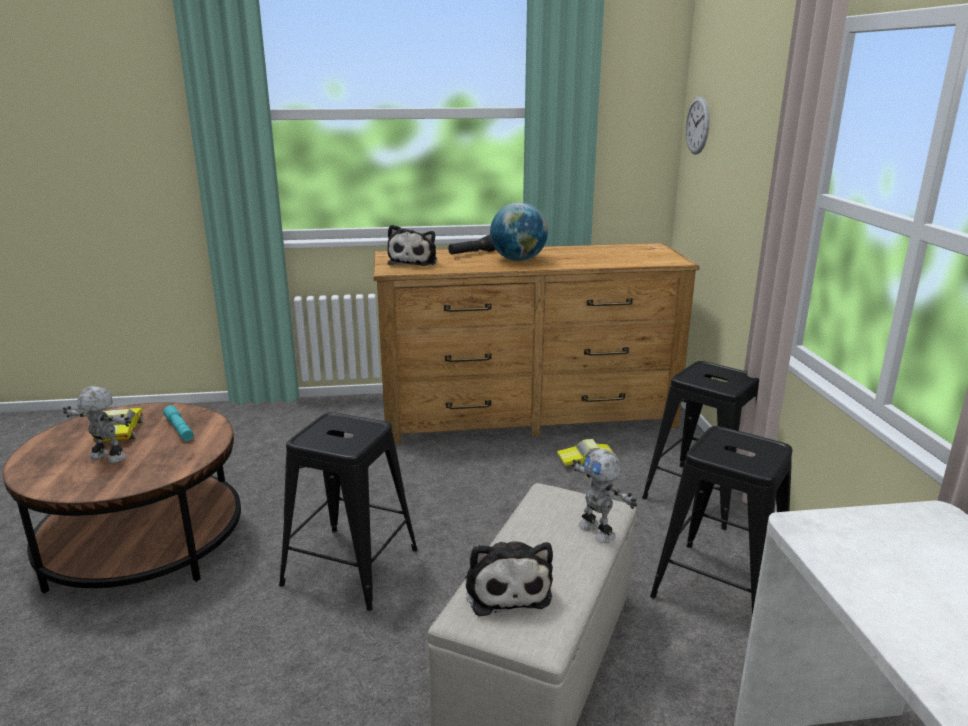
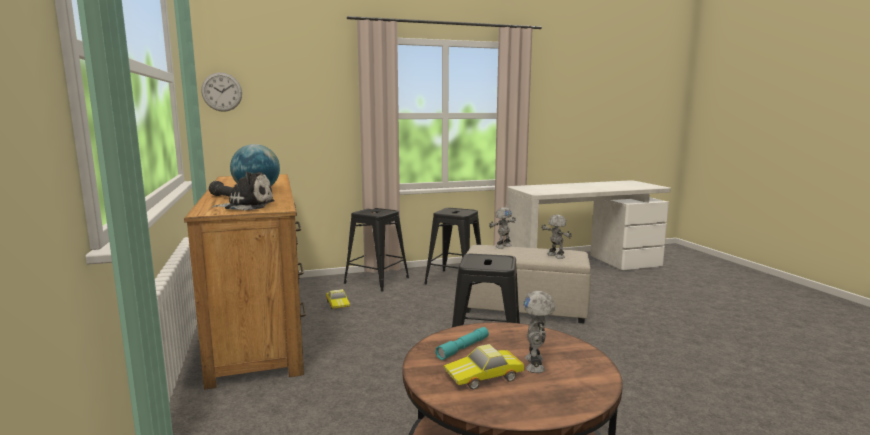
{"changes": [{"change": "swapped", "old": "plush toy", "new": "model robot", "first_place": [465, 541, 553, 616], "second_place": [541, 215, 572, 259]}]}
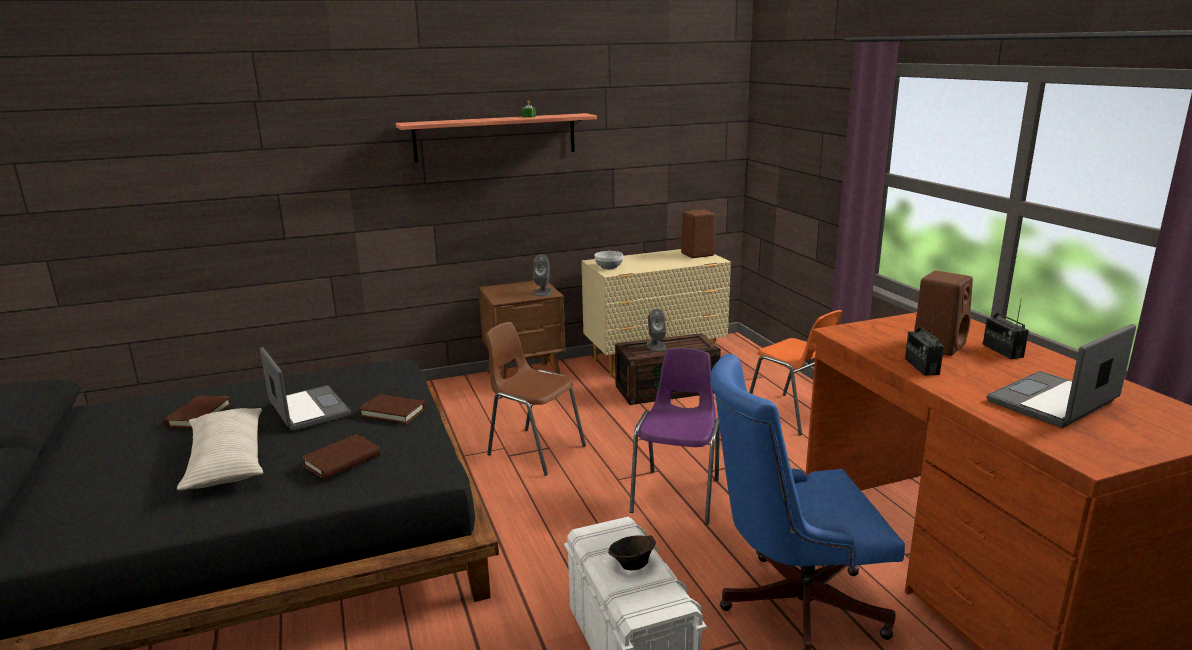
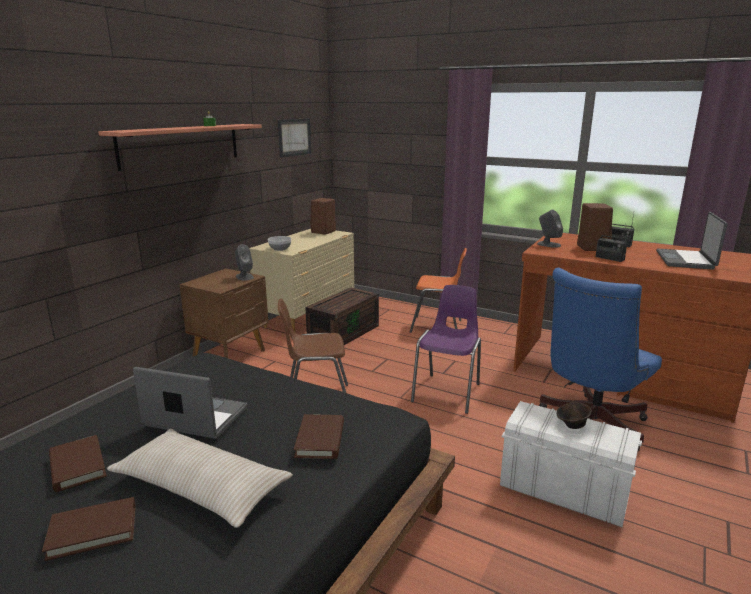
{"changes": [{"change": "shifted", "old": "grey loudspeaker", "first_place": [646, 309, 666, 351], "second_place": [537, 210, 563, 248]}, {"change": "rotated", "old": "purple-coloured chair", "first_place": [630, 348, 720, 525], "second_place": [411, 285, 481, 414], "degrees": 45}, {"change": "shifted", "old": "brown bound book", "first_place": [358, 394, 427, 424], "second_place": [42, 497, 136, 561]}, {"change": "new", "new": "wall art", "second_place": [278, 118, 311, 158]}]}
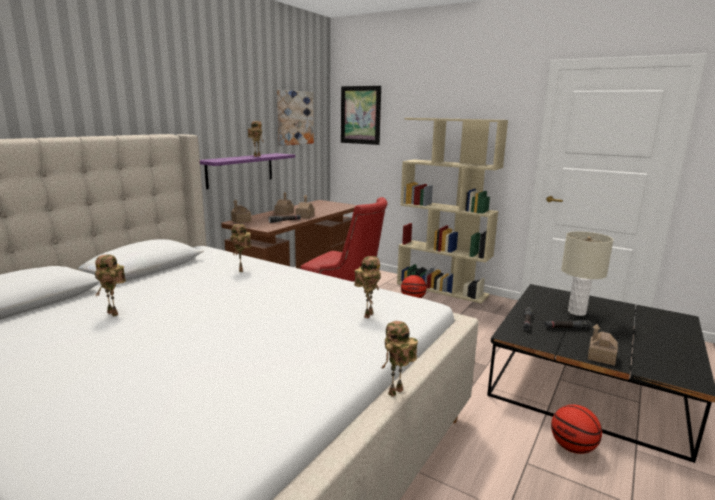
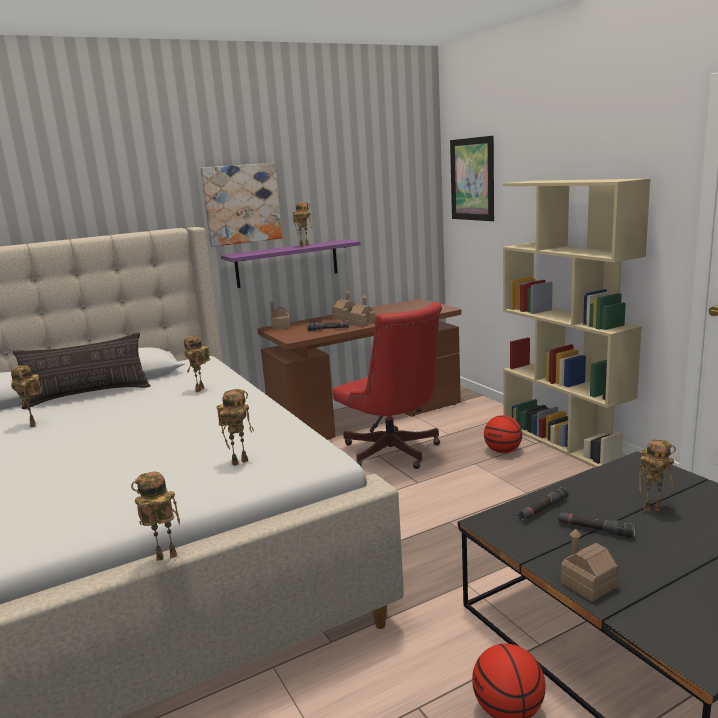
{"changes": [{"change": "shifted", "old": "wall art", "first_place": [277, 90, 314, 146], "second_place": [201, 163, 283, 247]}, {"change": "swapped", "old": "beige-coloured tabletop lamp", "new": "model robot", "first_place": [561, 231, 614, 316], "second_place": [639, 439, 676, 511]}, {"change": "new", "new": "cushion", "second_place": [13, 332, 151, 409]}]}
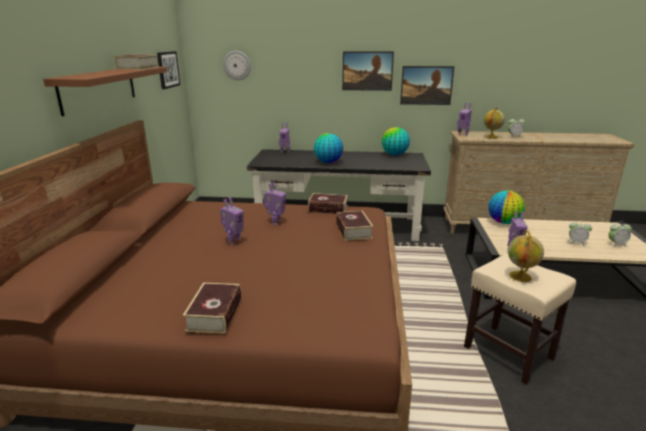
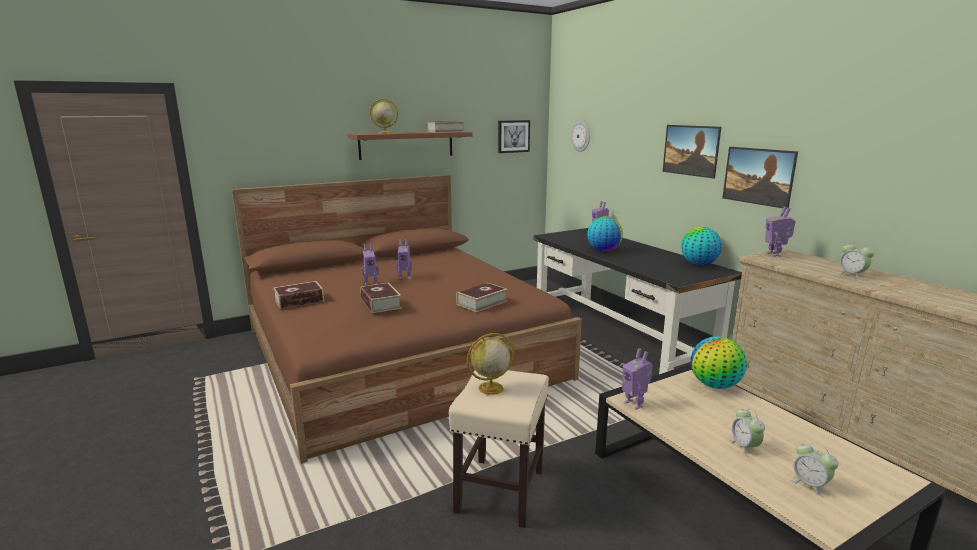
{"changes": [{"change": "shifted", "old": "world globe", "first_place": [484, 107, 505, 139], "second_place": [370, 99, 398, 134]}, {"change": "shifted", "old": "model robot", "first_place": [263, 182, 286, 225], "second_place": [362, 243, 379, 286]}, {"change": "shifted", "old": "bound book", "first_place": [308, 193, 348, 214], "second_place": [360, 283, 402, 313]}]}
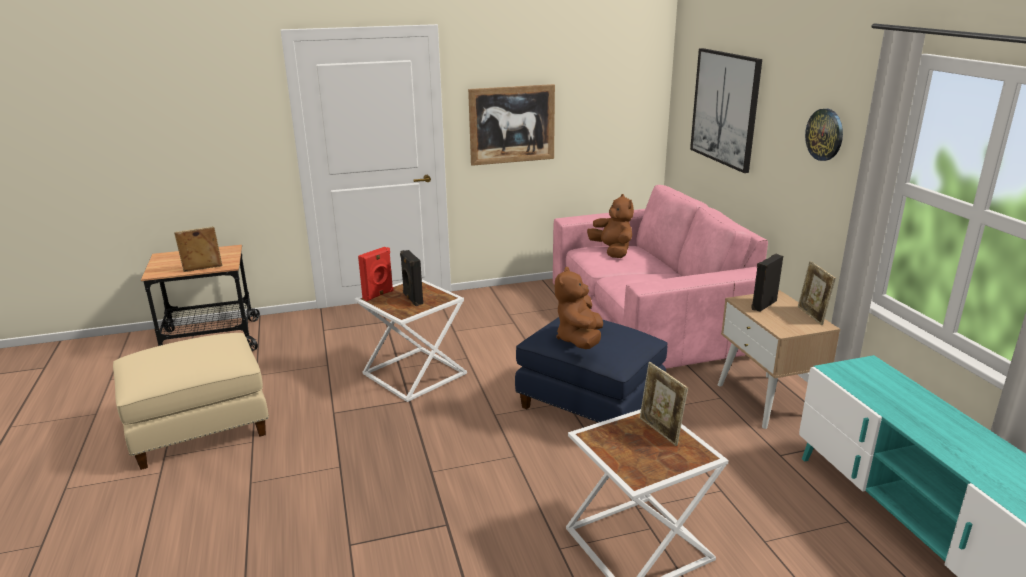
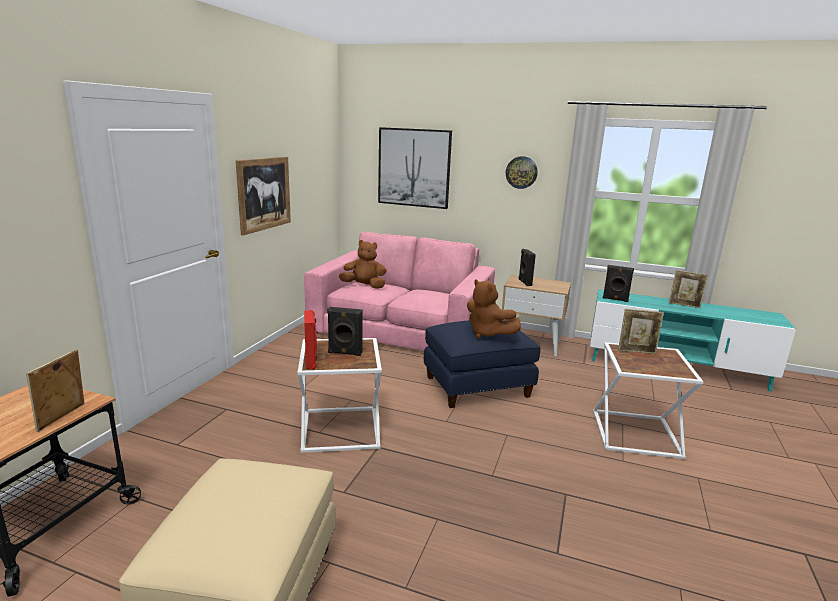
{"changes": [{"change": "shifted", "old": "picture frame", "first_place": [798, 261, 836, 325], "second_place": [669, 270, 708, 308]}, {"change": "new", "new": "black-coloured loudspeaker", "second_place": [603, 265, 634, 302]}]}
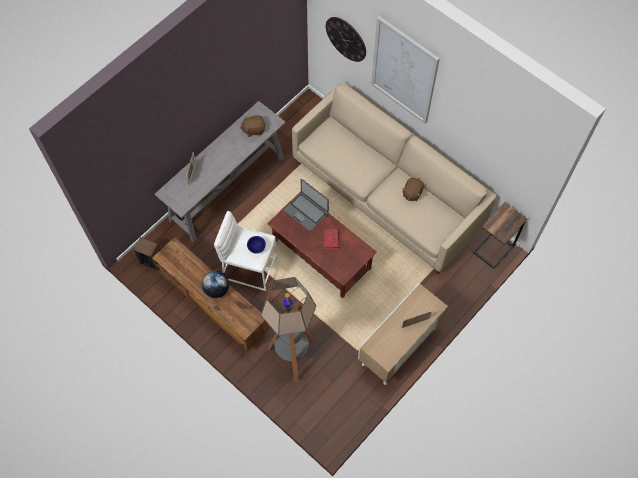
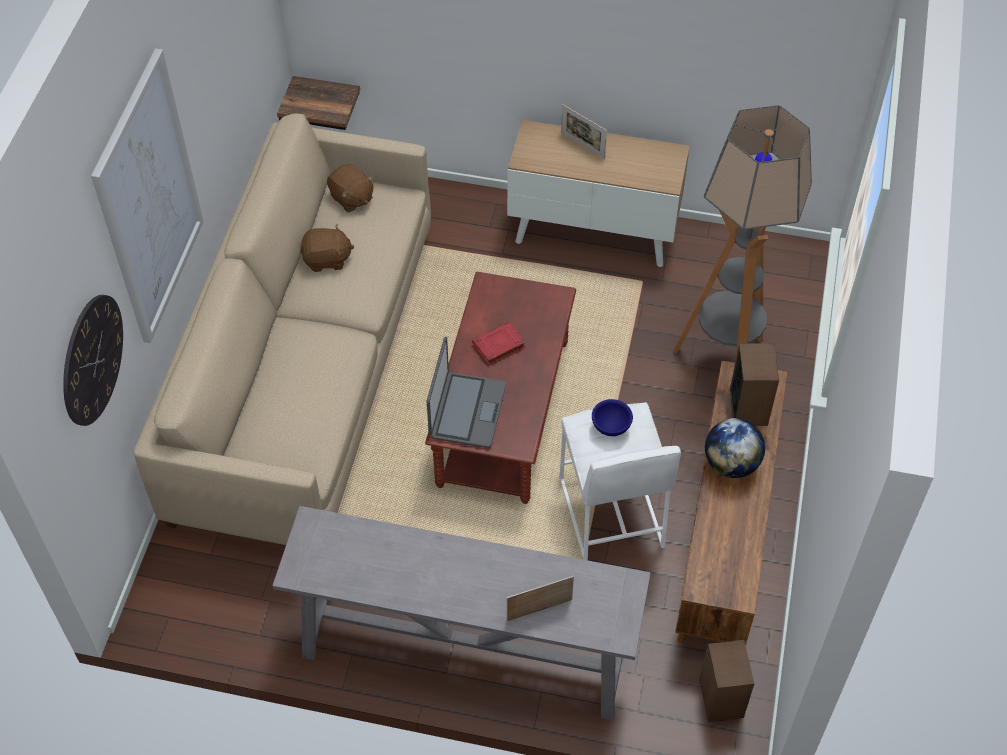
{"changes": [{"change": "shifted", "old": "brown plush toy", "first_place": [240, 115, 266, 137], "second_place": [327, 164, 374, 212]}, {"change": "new", "new": "loudspeaker", "second_place": [730, 343, 779, 426]}]}
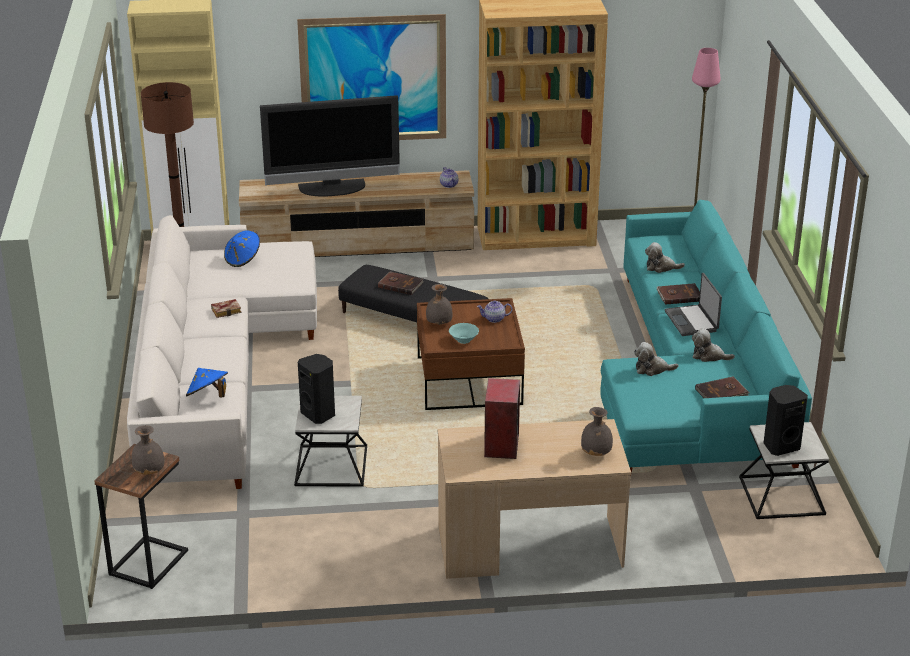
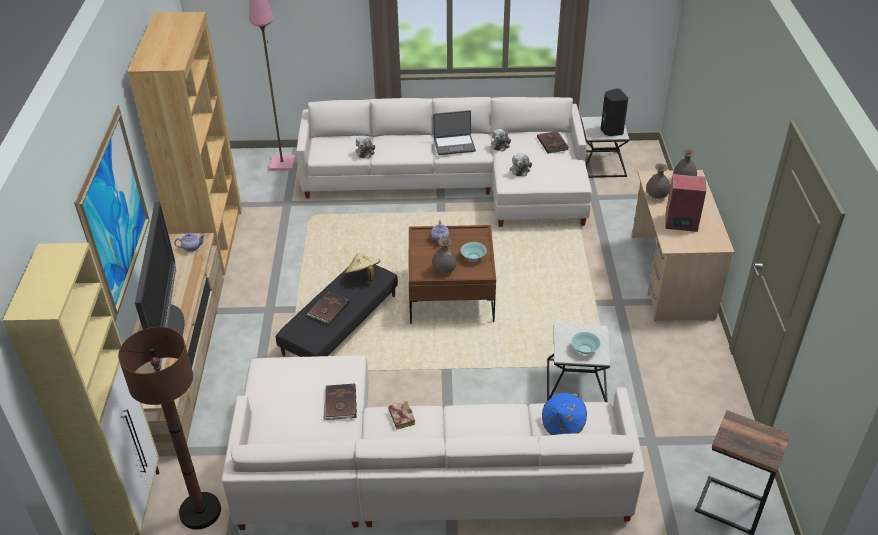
{"changes": [{"change": "repainted", "old": "turquoise settee", "new": "white-coloured settee", "first_place": [601, 200, 812, 473], "second_place": [297, 97, 593, 227]}, {"change": "gone", "old": "blue-coloured wearable hat", "first_place": [224, 230, 260, 267]}, {"change": "shifted", "old": "brown bound book", "first_place": [657, 283, 700, 305], "second_place": [324, 383, 357, 420]}, {"change": "swapped", "old": "black-coloured loudspeaker", "new": "turquoise deep dish", "first_place": [298, 354, 335, 424], "second_place": [572, 332, 601, 354]}, {"change": "shifted", "old": "grey vase", "first_place": [132, 425, 164, 475], "second_place": [646, 164, 670, 199]}, {"change": "new", "new": "beige-coloured wearable hat", "second_place": [345, 253, 380, 281]}]}
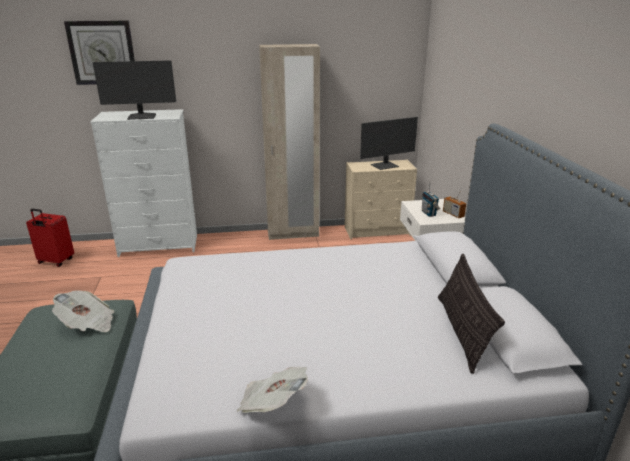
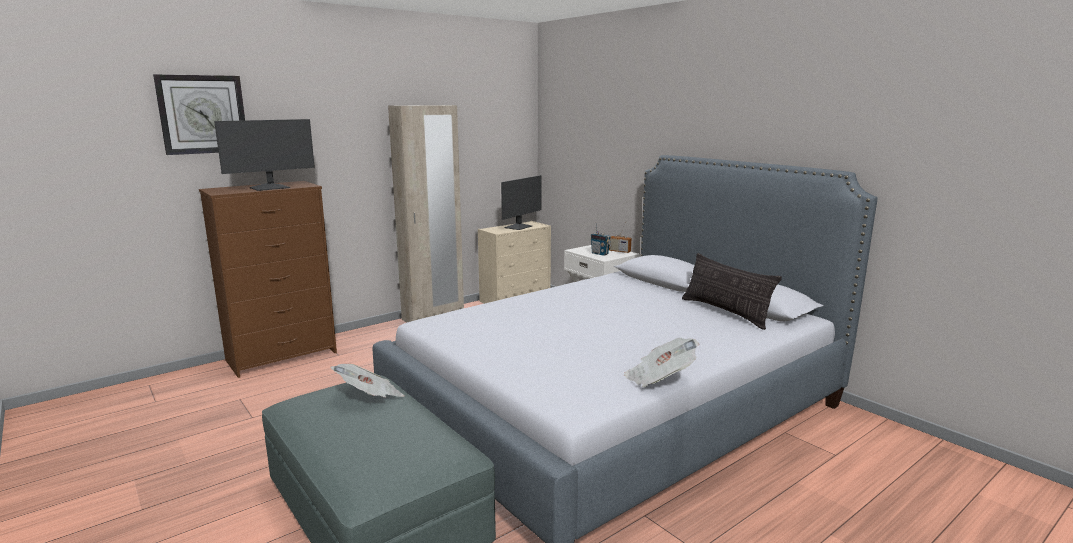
{"changes": [{"change": "repainted", "old": "white-coloured chest of drawers", "new": "brown chest of drawers", "first_place": [90, 109, 197, 257], "second_place": [199, 181, 337, 378]}, {"change": "gone", "old": "reddish piece of luggage", "first_place": [26, 209, 74, 267]}]}
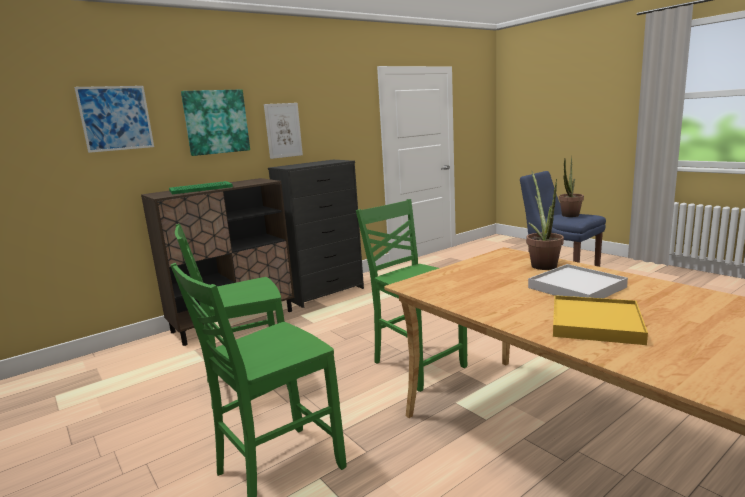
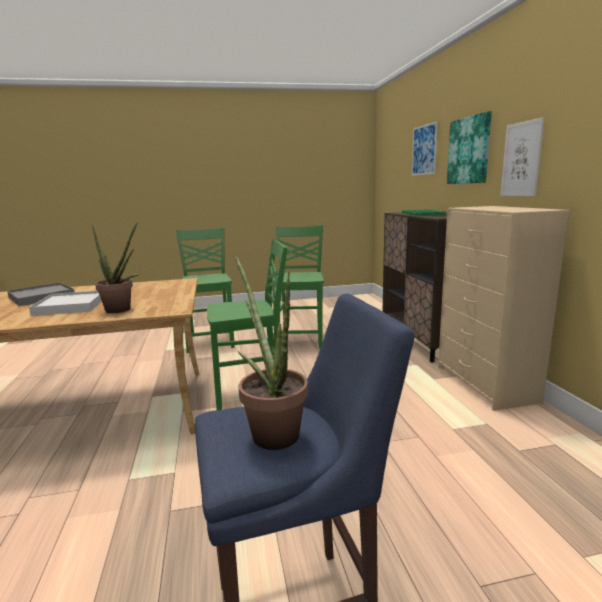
{"changes": [{"change": "repainted", "old": "black-coloured chest of drawers", "new": "beige-coloured chest of drawers", "first_place": [268, 160, 364, 308], "second_place": [438, 206, 570, 411]}, {"change": "repainted", "old": "yellowish tray", "new": "grey tray", "first_place": [553, 295, 648, 345], "second_place": [7, 282, 74, 306]}]}
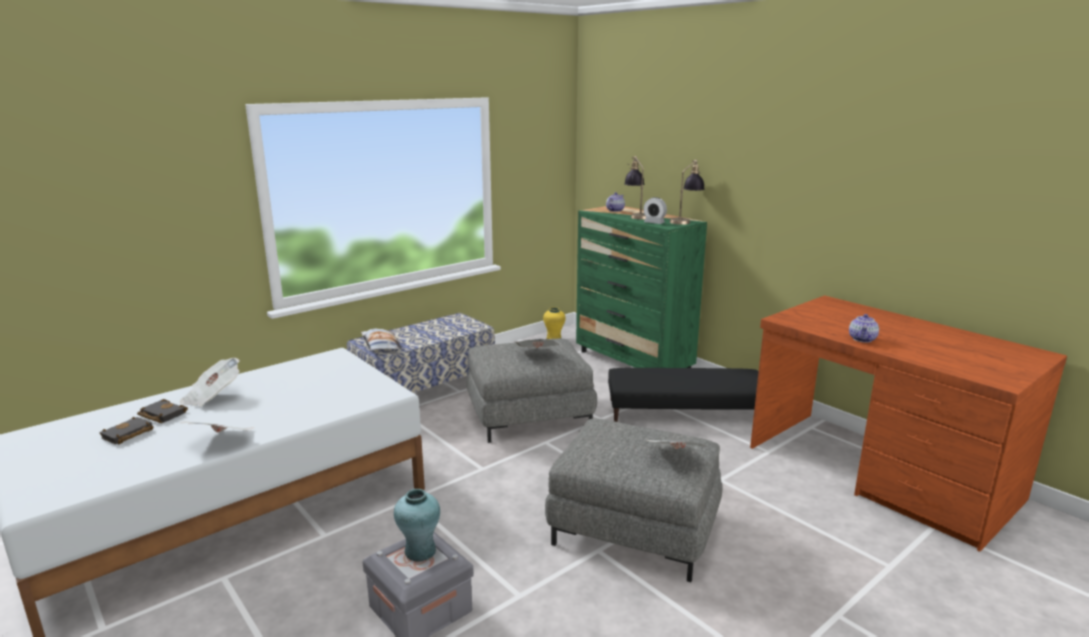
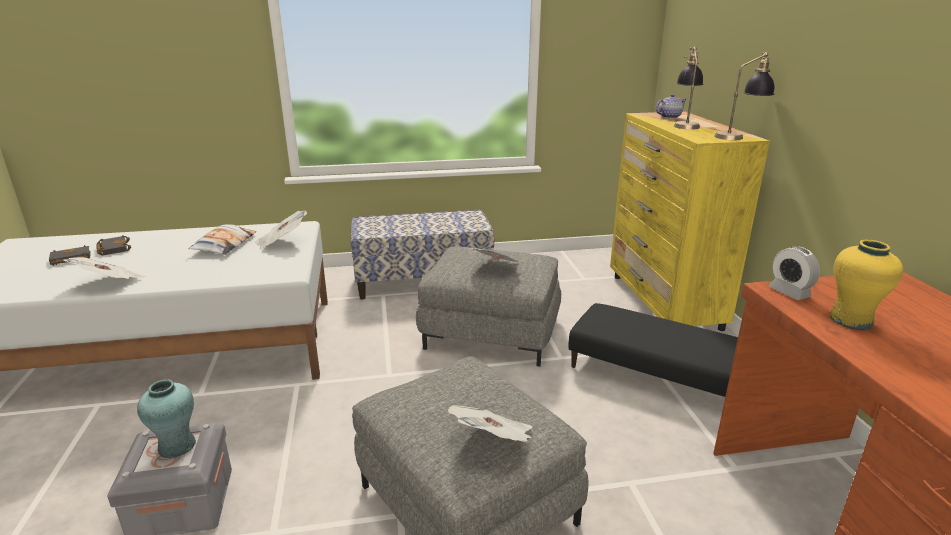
{"changes": [{"change": "shifted", "old": "table clock", "first_place": [643, 197, 667, 224], "second_place": [769, 246, 820, 300]}, {"change": "repainted", "old": "green-coloured chest of drawers", "new": "yellowish chest of drawers", "first_place": [576, 206, 707, 368], "second_place": [610, 111, 770, 331]}, {"change": "shifted", "old": "yellowish vase", "first_place": [543, 307, 566, 339], "second_place": [829, 240, 903, 330]}, {"change": "gone", "old": "tea pot", "first_place": [849, 314, 879, 343]}, {"change": "shifted", "old": "cushion", "first_place": [361, 329, 402, 350], "second_place": [189, 224, 256, 255]}, {"change": "shifted", "old": "printed paper", "first_place": [180, 358, 240, 407], "second_place": [255, 211, 307, 249]}]}
